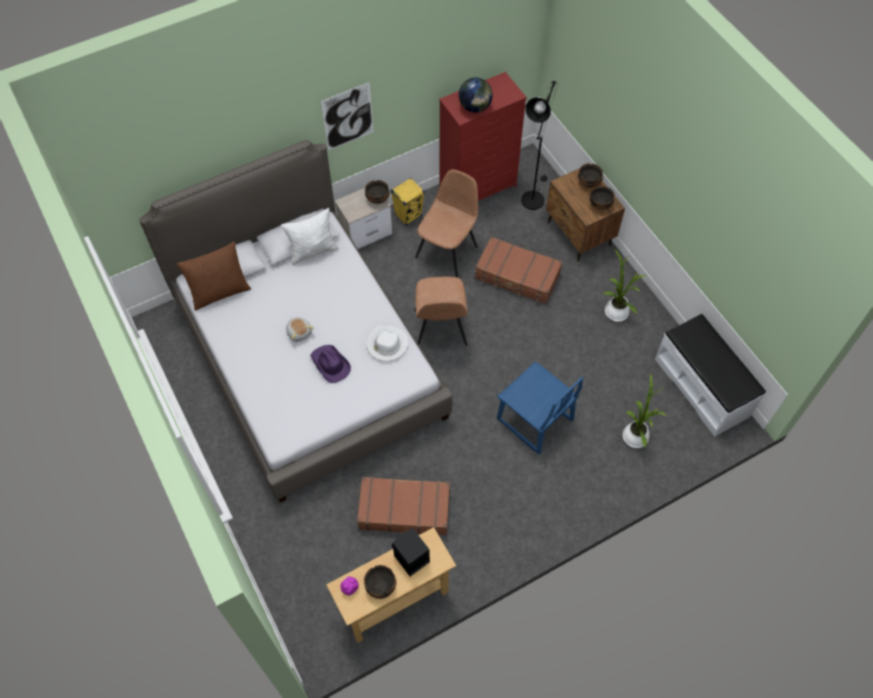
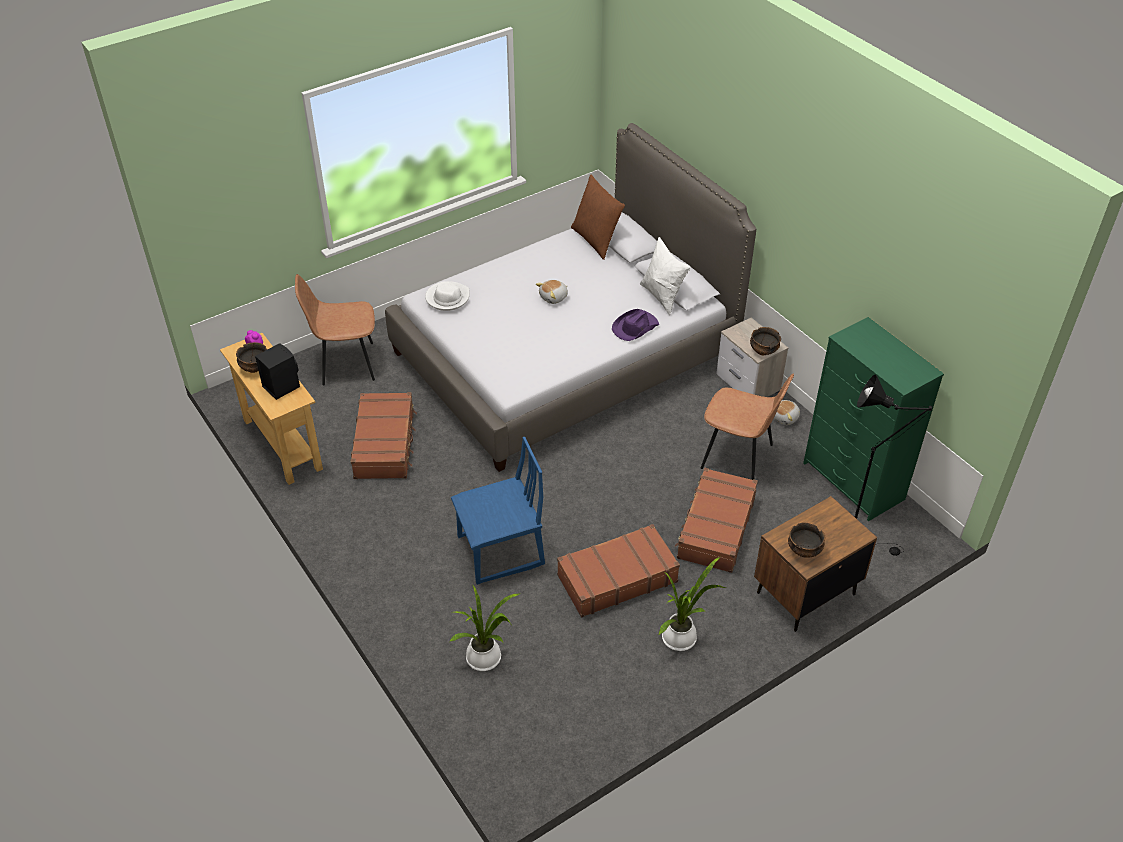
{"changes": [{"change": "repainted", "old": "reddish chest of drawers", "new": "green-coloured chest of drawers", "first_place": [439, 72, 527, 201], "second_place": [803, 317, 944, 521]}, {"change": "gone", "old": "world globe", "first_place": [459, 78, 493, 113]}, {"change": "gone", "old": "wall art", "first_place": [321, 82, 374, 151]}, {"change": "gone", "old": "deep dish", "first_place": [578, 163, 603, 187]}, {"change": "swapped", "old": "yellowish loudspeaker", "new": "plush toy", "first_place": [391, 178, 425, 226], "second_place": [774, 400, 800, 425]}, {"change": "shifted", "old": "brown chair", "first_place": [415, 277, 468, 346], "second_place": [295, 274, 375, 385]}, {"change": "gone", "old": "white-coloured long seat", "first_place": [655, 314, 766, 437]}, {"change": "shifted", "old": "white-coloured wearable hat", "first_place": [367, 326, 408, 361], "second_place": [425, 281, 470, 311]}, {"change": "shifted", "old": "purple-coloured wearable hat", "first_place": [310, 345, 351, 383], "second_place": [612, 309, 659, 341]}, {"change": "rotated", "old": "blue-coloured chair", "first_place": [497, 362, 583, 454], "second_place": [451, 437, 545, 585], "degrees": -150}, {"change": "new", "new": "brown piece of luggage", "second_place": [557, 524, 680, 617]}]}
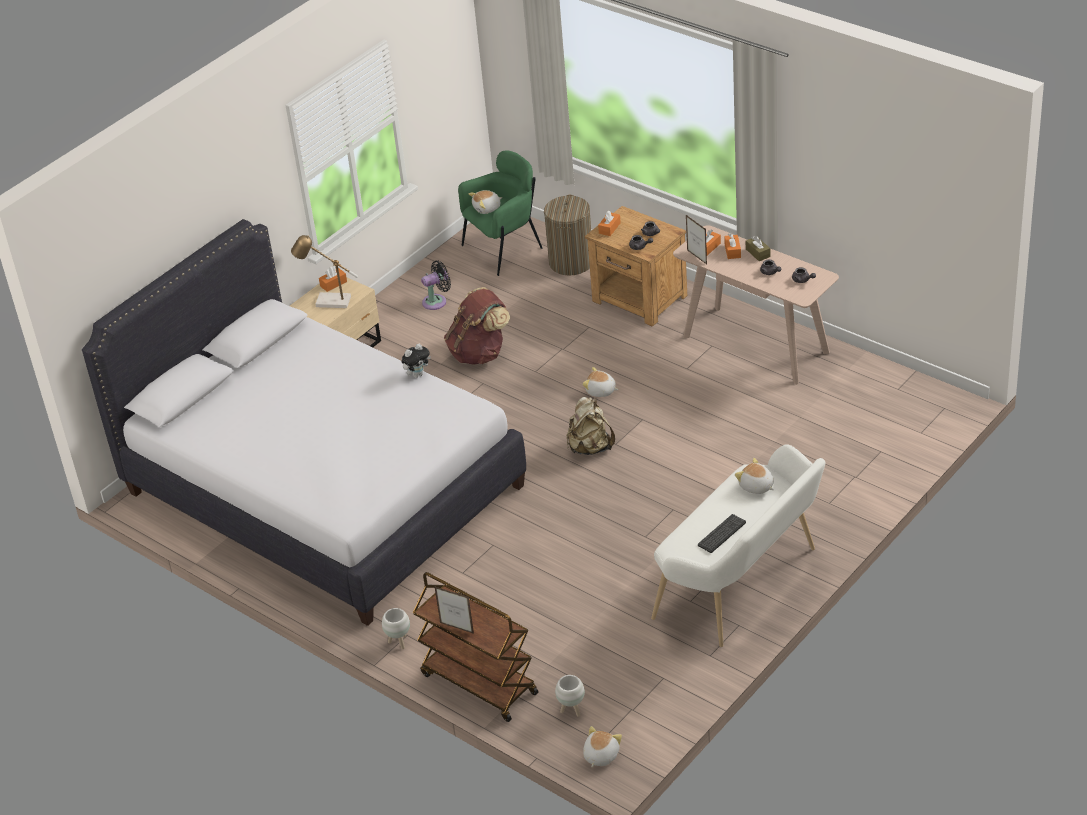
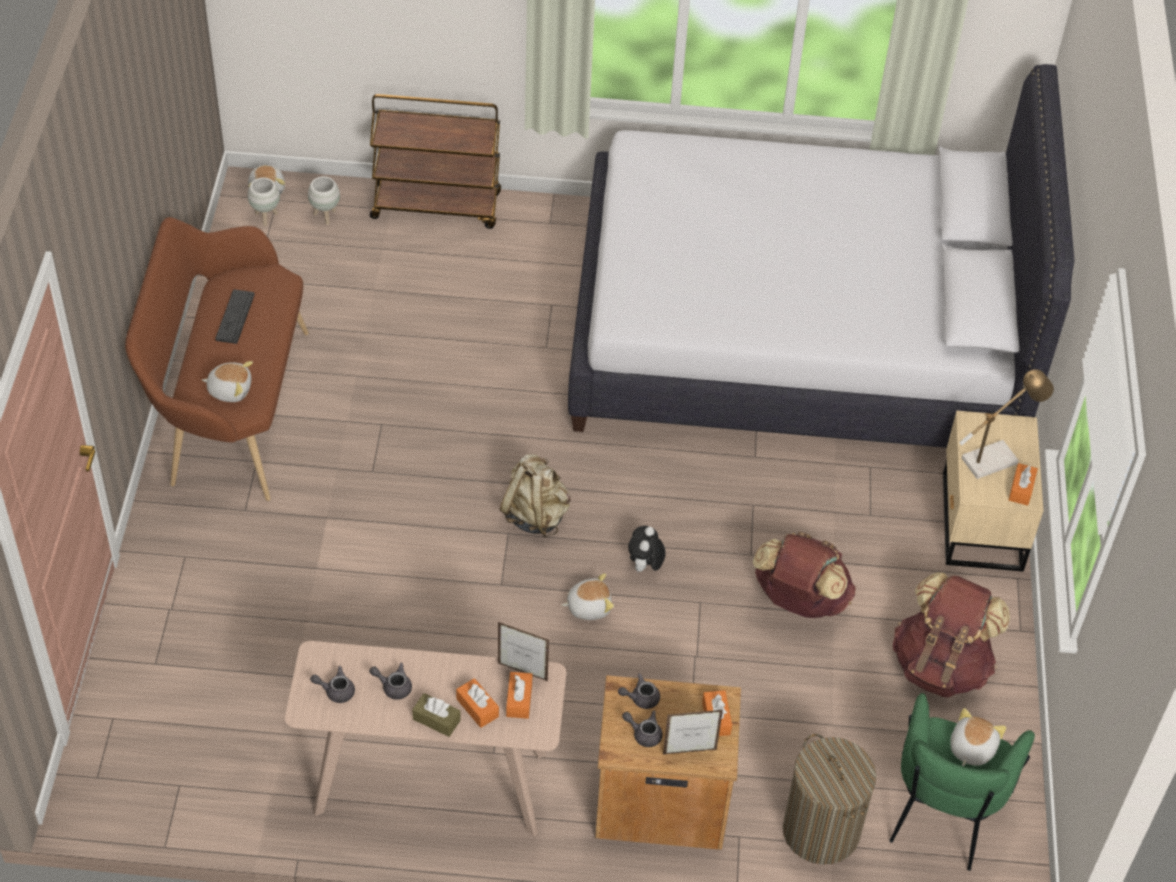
{"changes": [{"change": "swapped", "old": "black-coloured cooling fan", "new": "brown knapsack", "first_place": [421, 260, 451, 310], "second_place": [893, 572, 1010, 697]}, {"change": "shifted", "old": "plush toy", "first_place": [402, 344, 431, 378], "second_place": [628, 526, 665, 572]}, {"change": "repainted", "old": "white-coloured long seat", "new": "brown long seat", "first_place": [651, 444, 825, 647], "second_place": [125, 217, 309, 501]}, {"change": "shifted", "old": "picture frame", "first_place": [434, 586, 474, 634], "second_place": [663, 710, 723, 755]}, {"change": "shifted", "old": "white-coloured plant pot", "first_place": [382, 608, 410, 649], "second_place": [248, 178, 280, 226]}]}
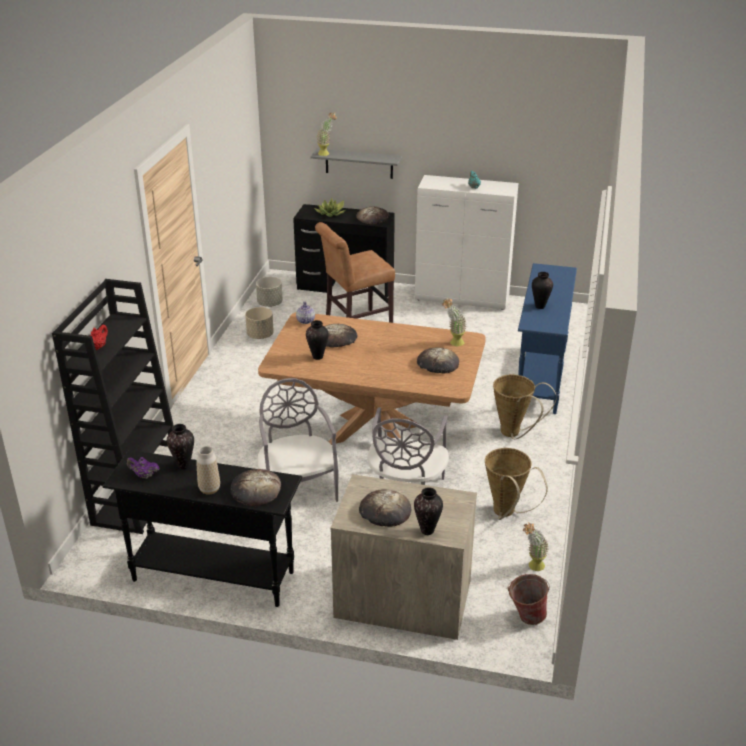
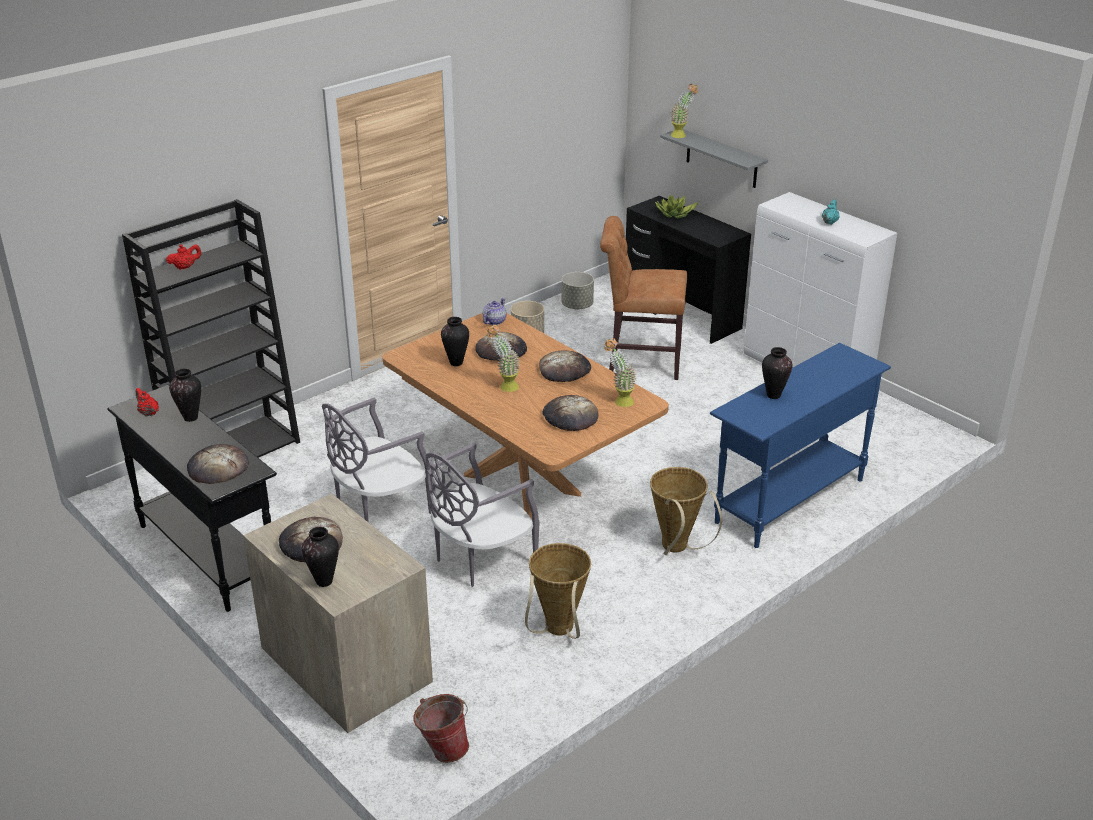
{"changes": [{"change": "shifted", "old": "bread", "first_place": [356, 207, 389, 224], "second_place": [539, 350, 591, 382]}, {"change": "rotated", "old": "grey chair", "first_place": [257, 378, 339, 502], "second_place": [322, 398, 433, 523], "degrees": -150}, {"change": "gone", "old": "vase", "first_place": [196, 446, 220, 495]}, {"change": "repainted", "old": "purple-coloured tea pot", "new": "reddish tea pot", "first_place": [127, 457, 159, 479], "second_place": [135, 388, 159, 417]}, {"change": "shifted", "old": "plant in a pot", "first_place": [523, 522, 548, 571], "second_place": [487, 325, 520, 392]}]}
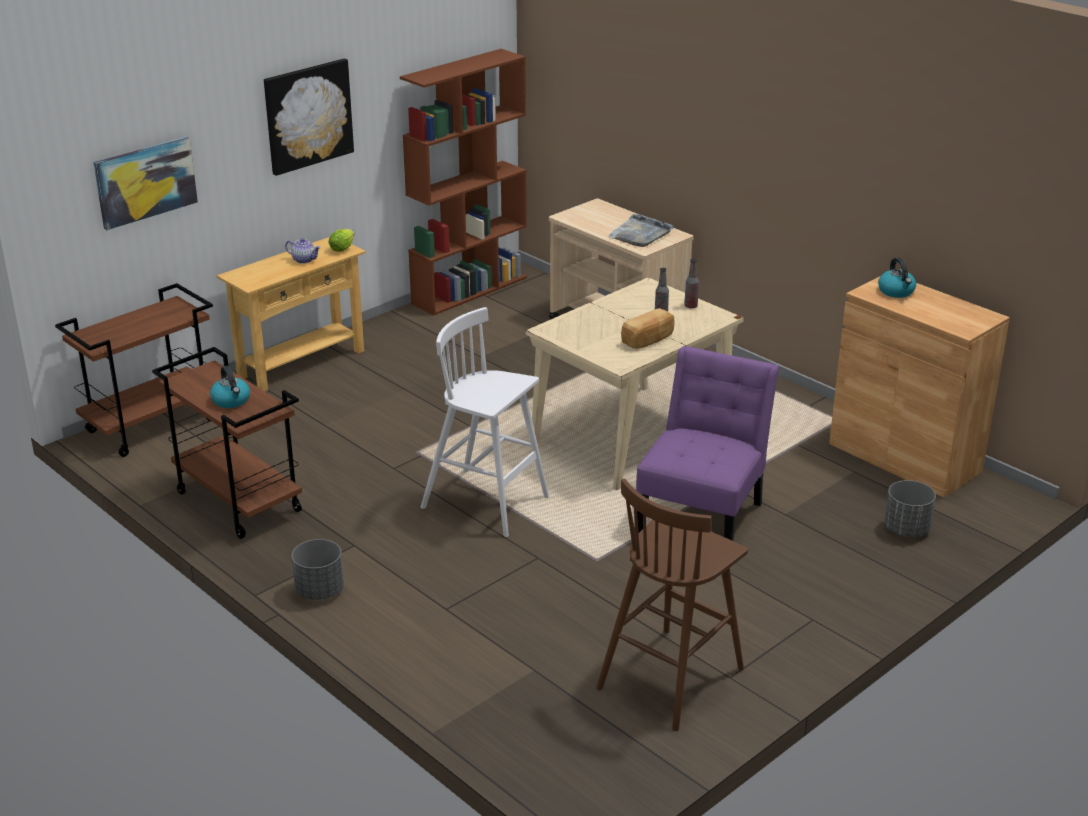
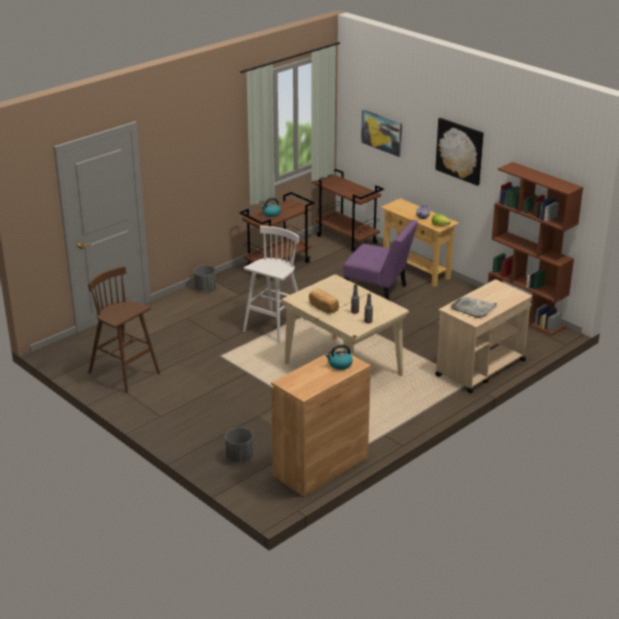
{"changes": [{"change": "shifted", "old": "purple-coloured chair", "first_place": [636, 346, 779, 541], "second_place": [343, 220, 418, 301]}]}
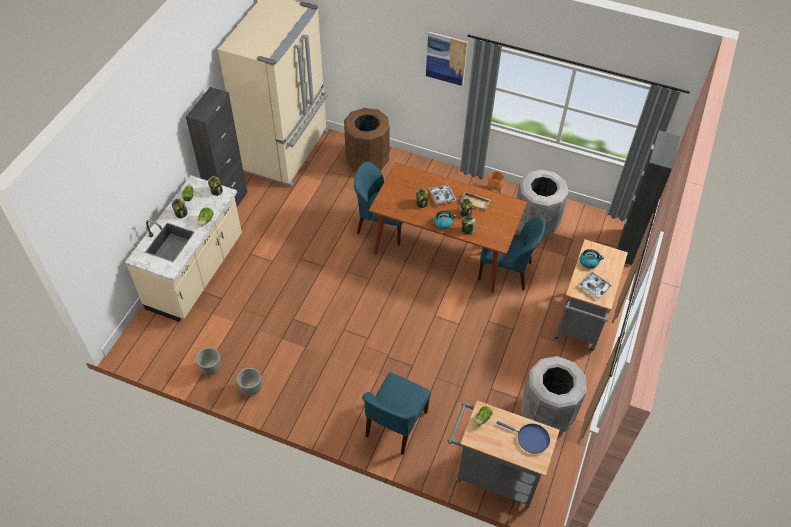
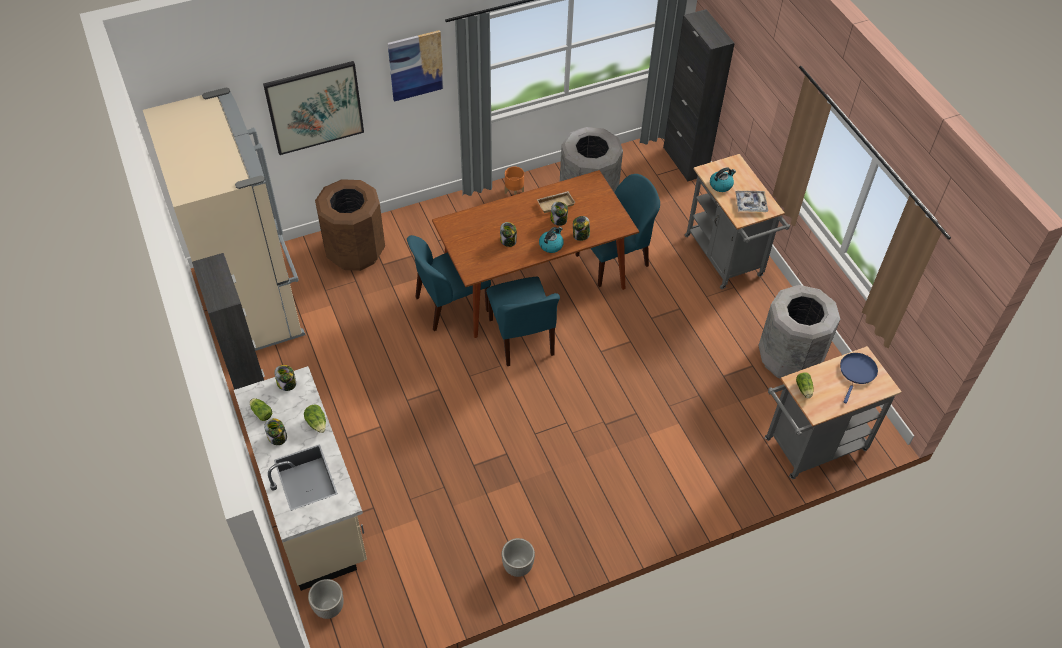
{"changes": [{"change": "gone", "old": "tray", "first_place": [428, 184, 456, 205]}, {"change": "shifted", "old": "plant pot", "first_place": [196, 348, 221, 375], "second_place": [308, 579, 344, 619]}, {"change": "shifted", "old": "blue-coloured chair", "first_place": [362, 372, 431, 455], "second_place": [486, 277, 560, 366]}, {"change": "rotated", "old": "blue-coloured frying pan", "first_place": [497, 421, 550, 454], "second_place": [840, 353, 878, 403], "degrees": -45}, {"change": "new", "new": "wall art", "second_place": [263, 61, 364, 155]}]}
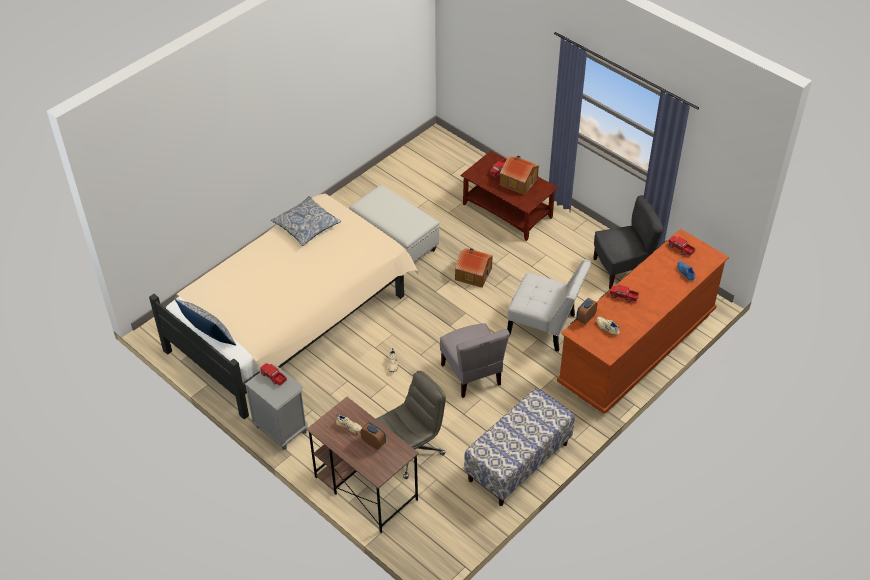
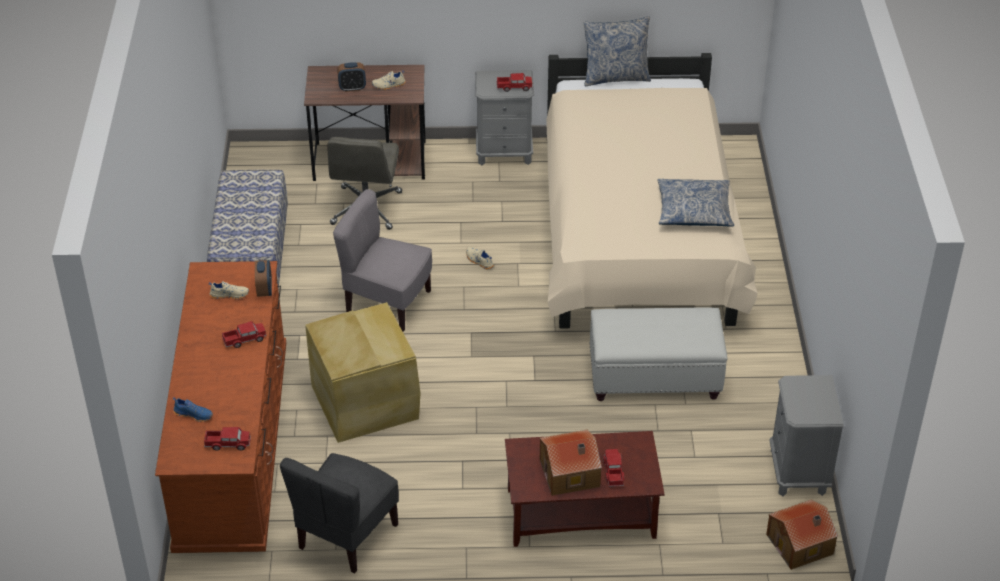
{"changes": [{"change": "shifted", "old": "toy house", "first_place": [455, 248, 493, 288], "second_place": [766, 500, 838, 570]}, {"change": "swapped", "old": "white-coloured chair", "new": "beige-coloured storage box", "first_place": [507, 259, 591, 352], "second_place": [305, 302, 420, 443]}, {"change": "new", "new": "grey bedside table", "second_place": [769, 375, 844, 496]}]}
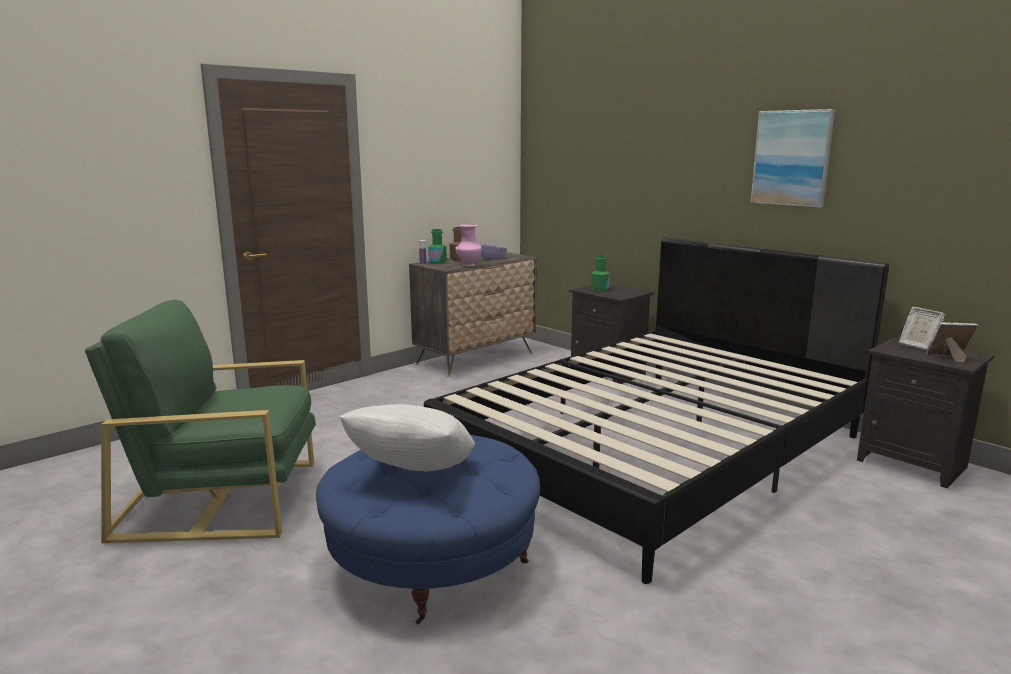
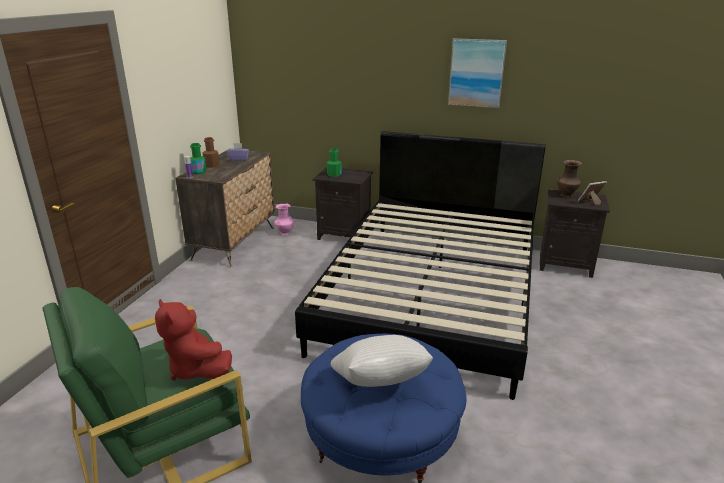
{"changes": [{"change": "shifted", "old": "pink vase", "first_place": [455, 224, 482, 266], "second_place": [275, 203, 294, 235]}, {"change": "swapped", "old": "picture frame", "new": "brown vase", "first_place": [899, 307, 945, 350], "second_place": [557, 160, 582, 197]}, {"change": "new", "new": "reddish plush toy", "second_place": [155, 299, 232, 381]}]}
